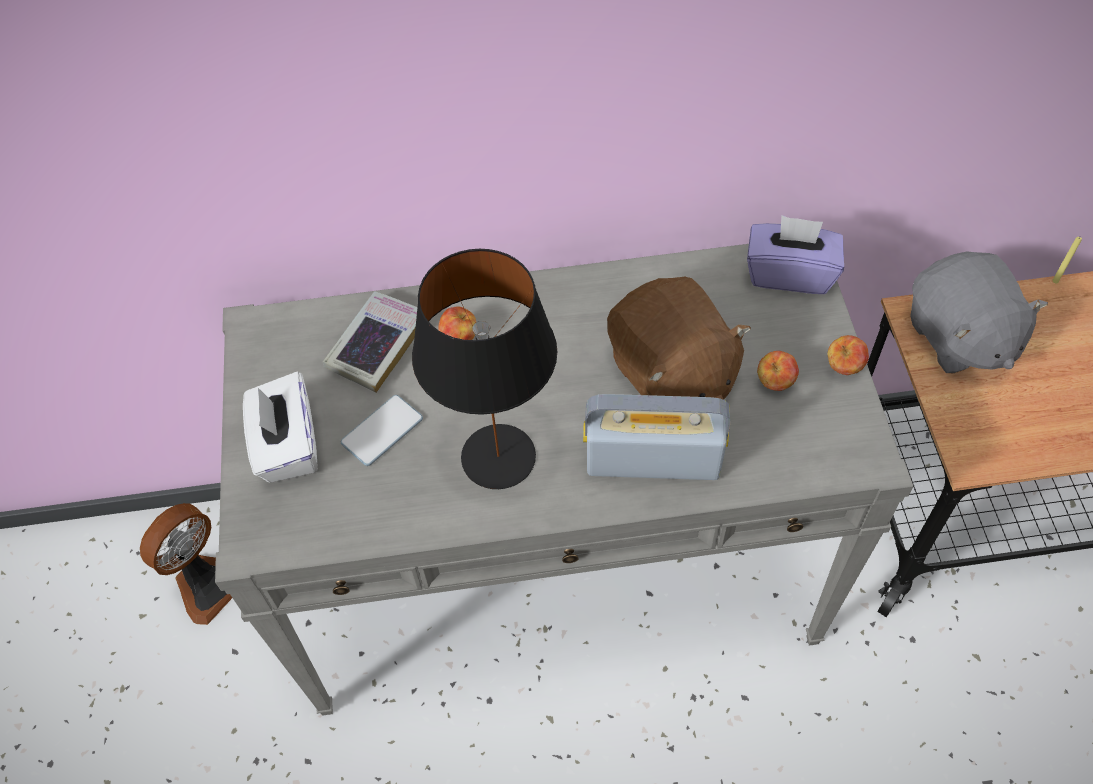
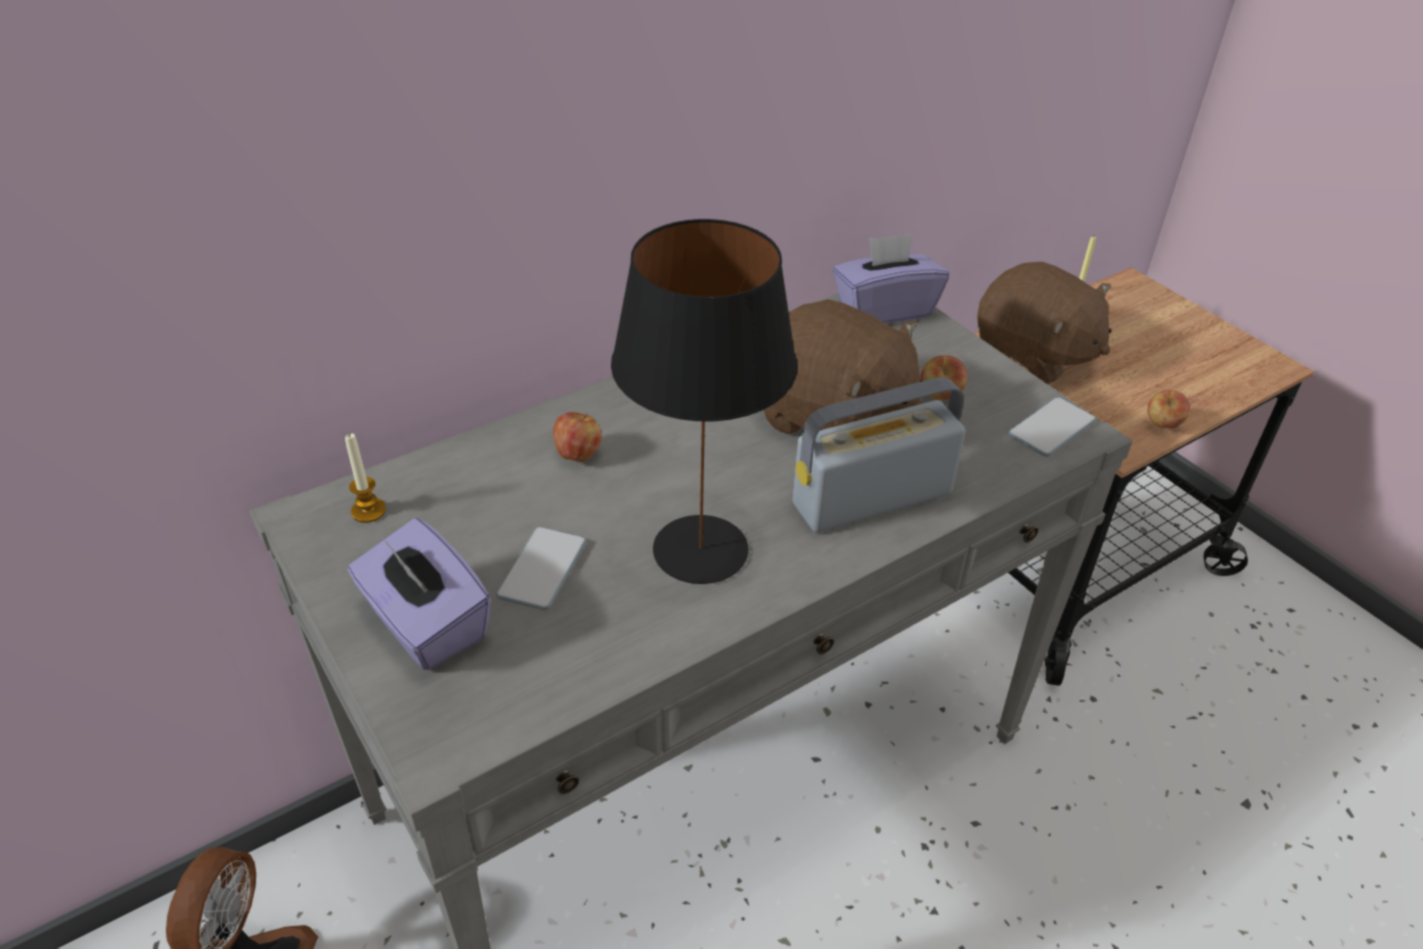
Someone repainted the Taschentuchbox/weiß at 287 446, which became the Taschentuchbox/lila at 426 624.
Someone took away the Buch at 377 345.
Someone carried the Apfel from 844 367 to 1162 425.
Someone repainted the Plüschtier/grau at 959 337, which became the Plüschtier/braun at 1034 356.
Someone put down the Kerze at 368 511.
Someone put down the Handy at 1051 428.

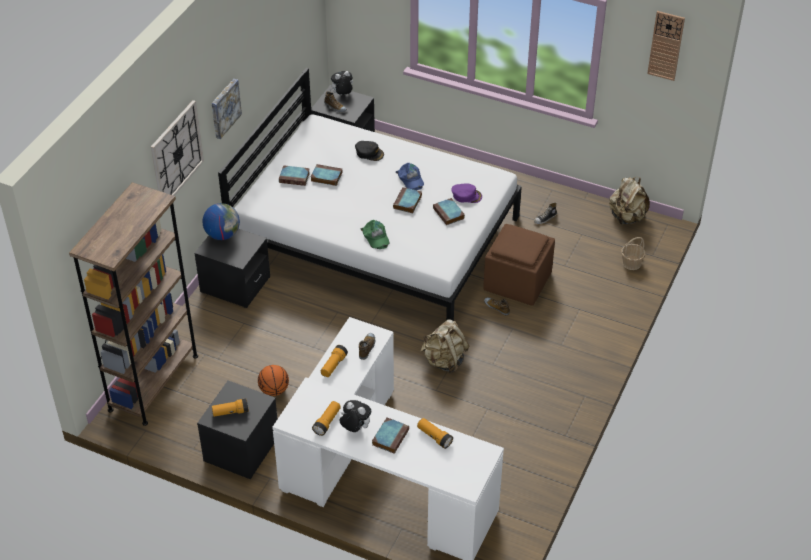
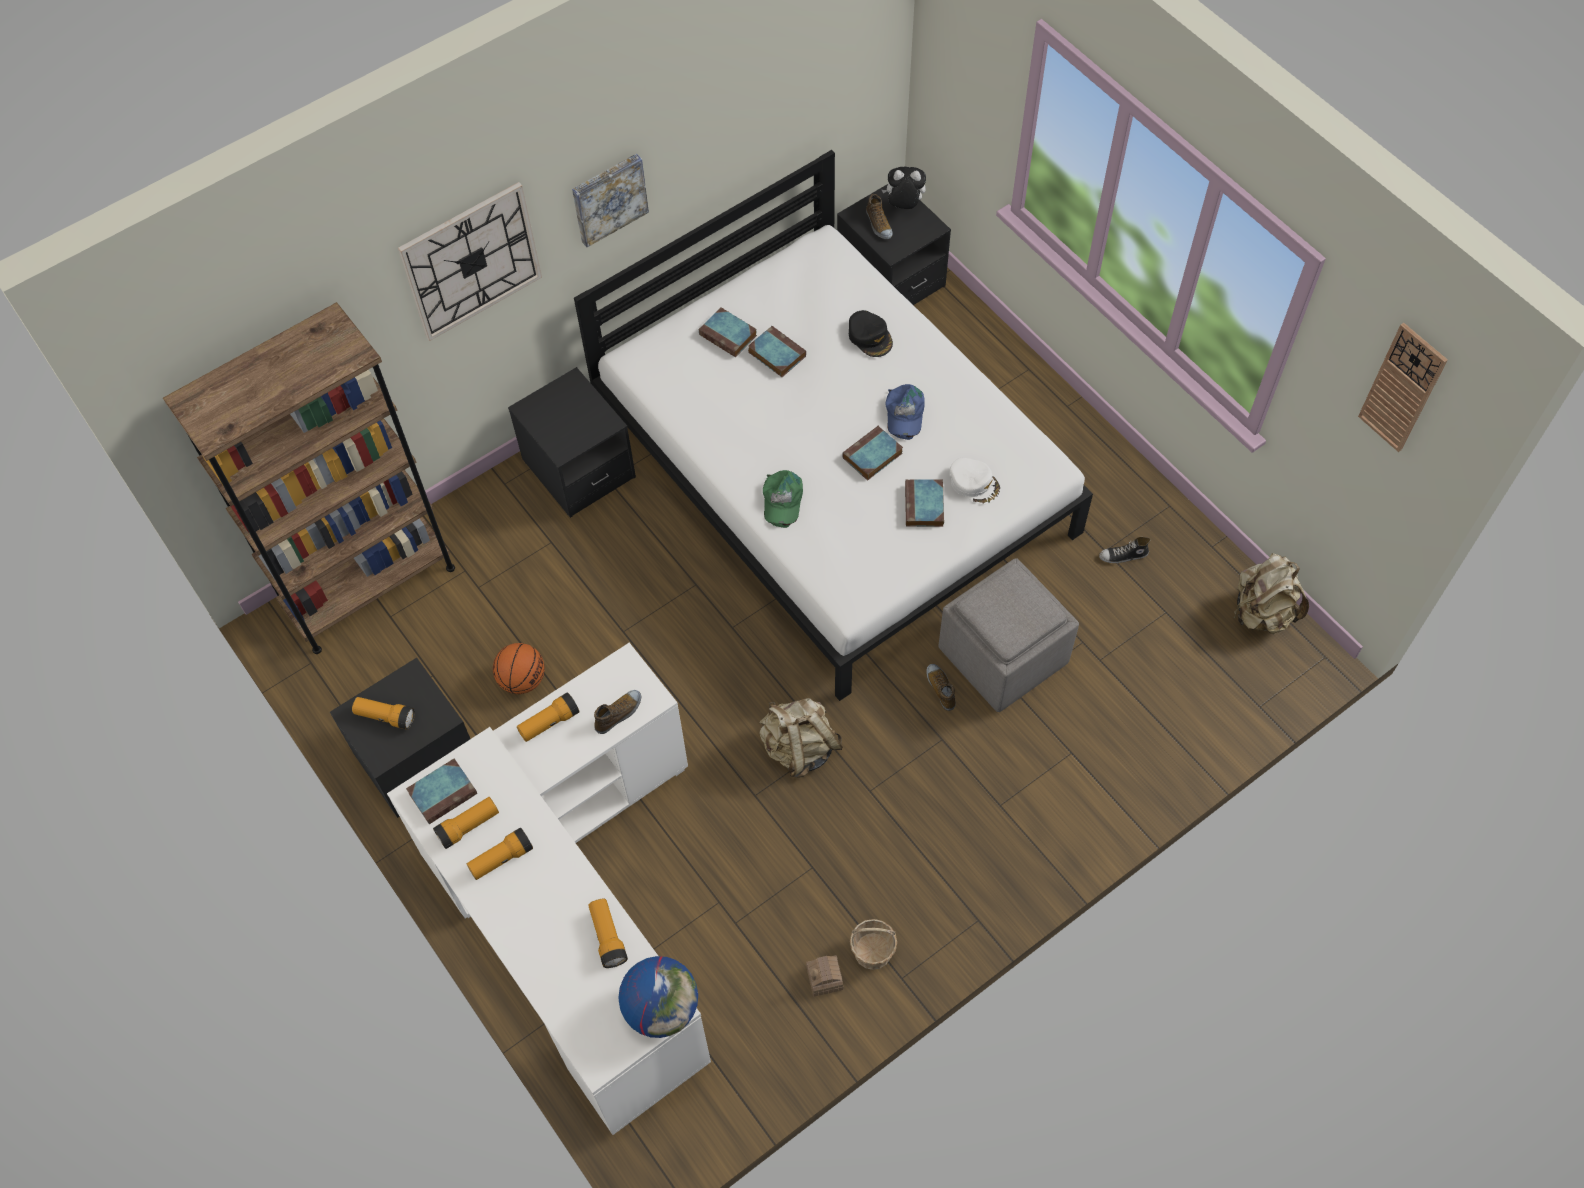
Someone carried the Globus from 222 234 to 662 1007.
Someone swapped the Plüschtier at 355 428 for the Taschenlampe at 501 859.
Someone carried the Buch from 390 436 to 444 792.
Someone repainted the Kappe/lila at 466 195, which became the Kappe/weiß at 974 483.
Someone repainted the Polsterhocker/braun at 517 281, which became the Polsterhocker/grau at 1003 655.
Someone carried the Korb from 631 263 to 873 951.
Someone put down the Spielzeughaus at 824 978.

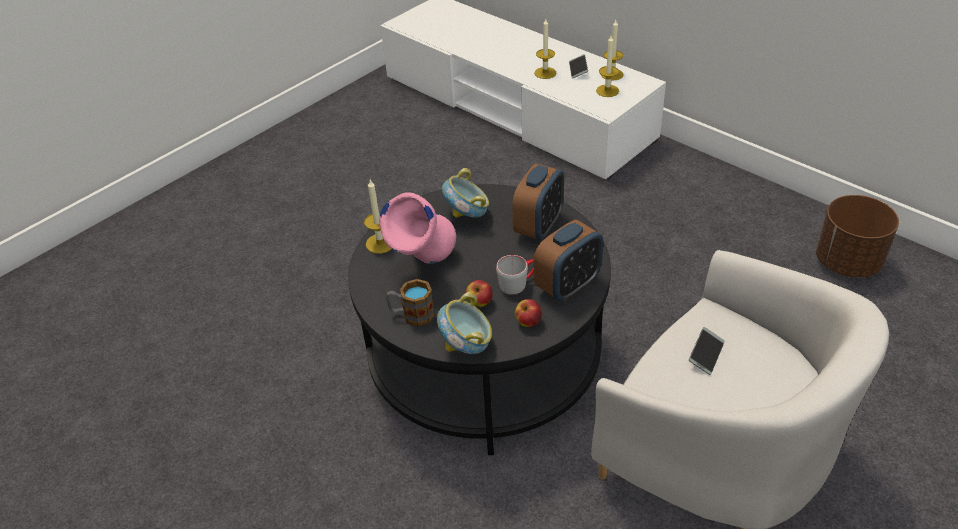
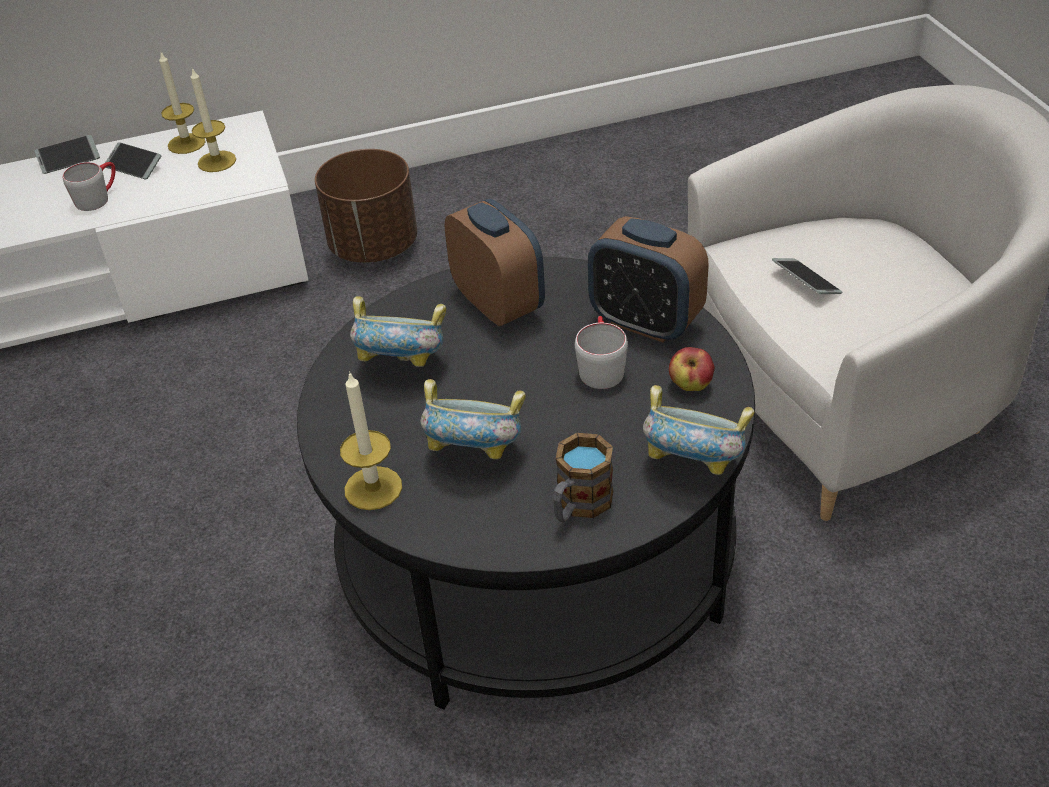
Someone swapped the Vase/rosa at 423 266 for the Schüssel at 476 454.
Someone took away the Apfel at 479 302.
Someone swapped the Kerze at 545 73 for the Henkelbecher/grau at 98 197.
Someone rotated the Wecker at 568 285 by 135 degrees clockwise.
Someone carried the Pflanzkübel/braun from 846 262 to 373 247.
Someone put down the Handy at 69 160.

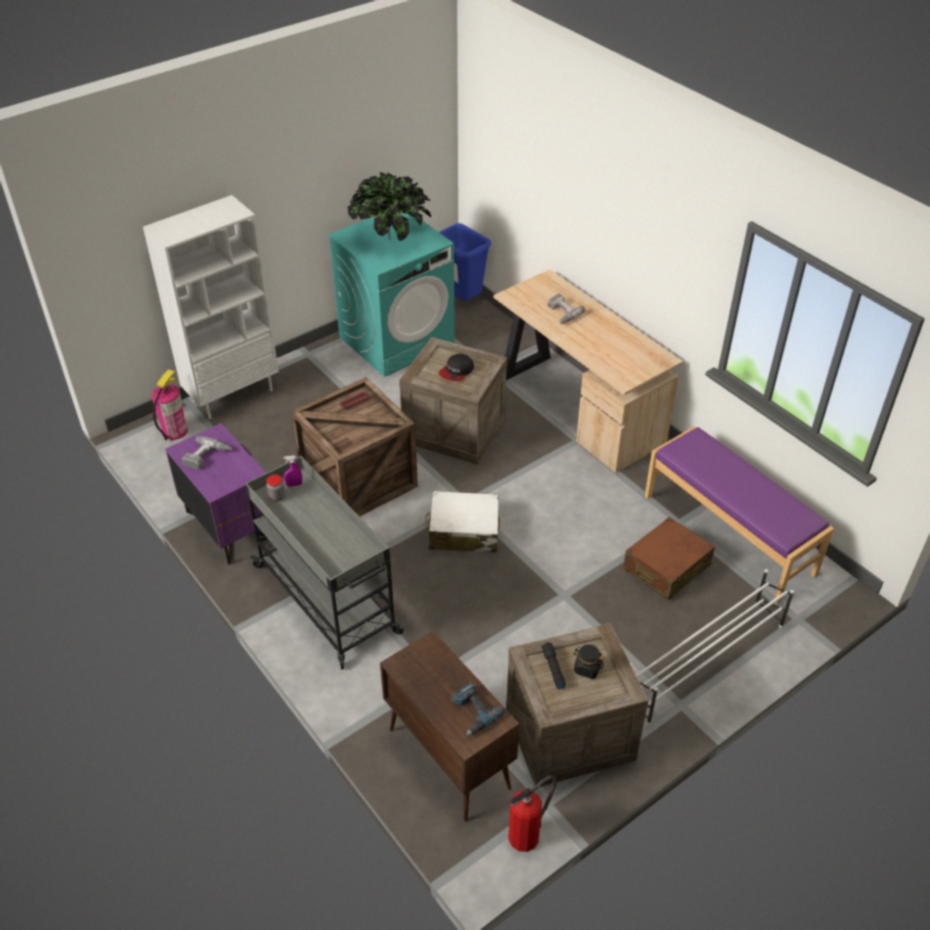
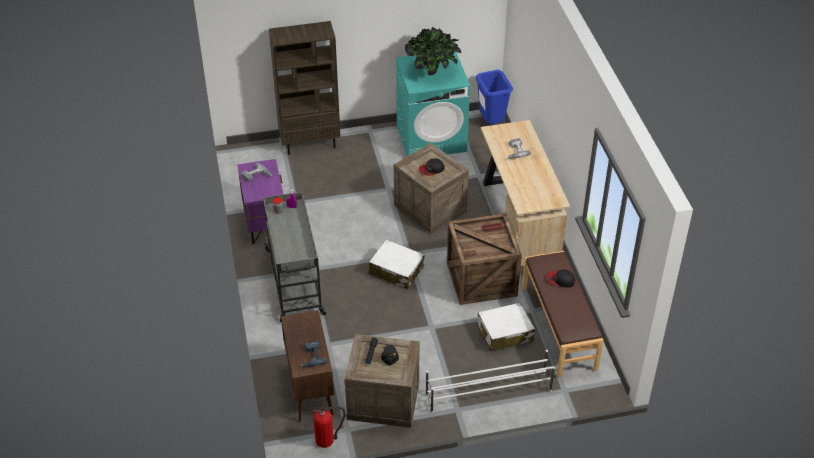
Someone repainted the Bücherregal/weiß at 233 395, which became the Bücherregal/braun at 310 143.
Someone took away the Feuerlöscher at 174 431.
Someone carried the Kiste from 359 479 to 482 278.
Someone repainted the Koffer/braun at 666 568, which became the Koffer/weiß at 504 333.
Someone repainted the Bank/lila at 729 533, which became the Bank/braun at 559 327.
Someone put down the Kappe at 560 280.

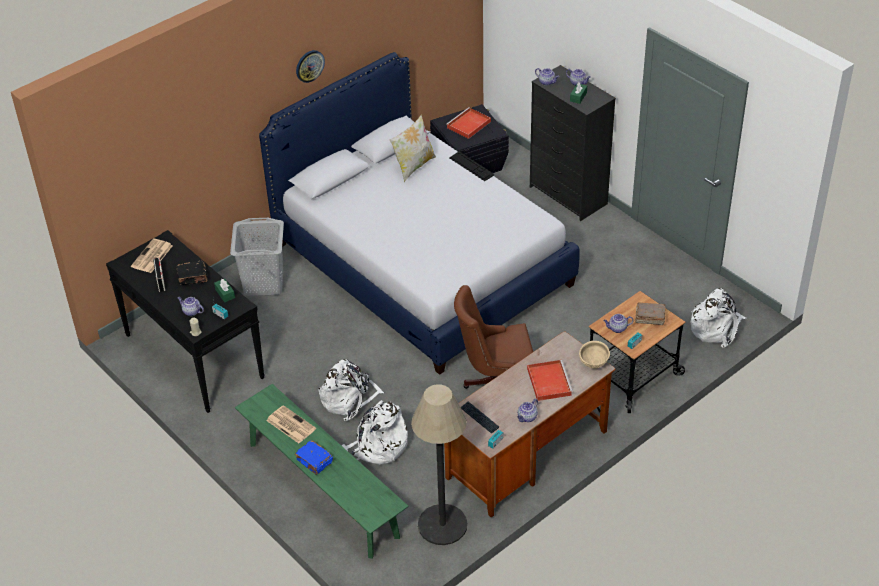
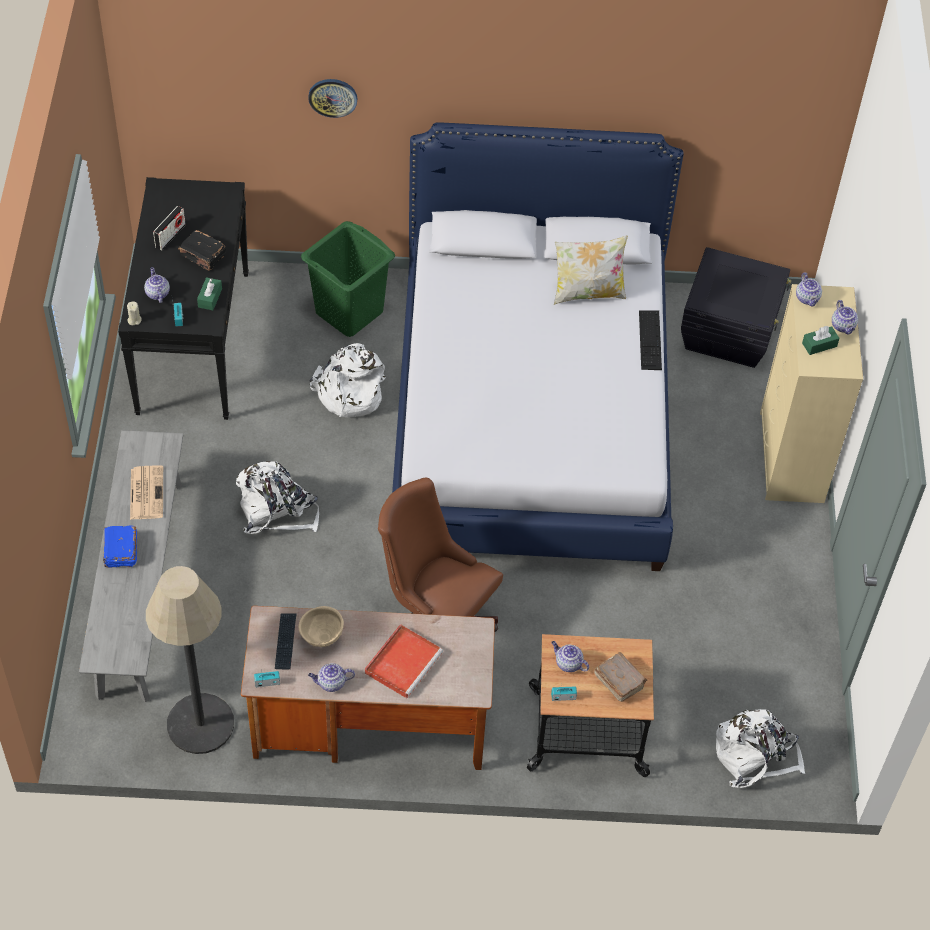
Someone took away the Zeitung at 152 257.
Someone repainted the Wäschekorb/grau at 264 283, which became the Wäschekorb/grün at 350 312.
Someone repainted the Bank/grün at 322 489, which became the Bank/grau at 140 587.
Someone carried the Wanduhr from 309 66 to 333 97.
Someone carried the Rucksack/weiß from 378 447 to 348 393.
Someone took away the Tablett/rot at 468 125.
Someone repainted the Kommode/schwarz at 568 196, which became the Kommode/beige at 791 458.
Someone carried the Schüssel/beige from 593 364 to 321 638.

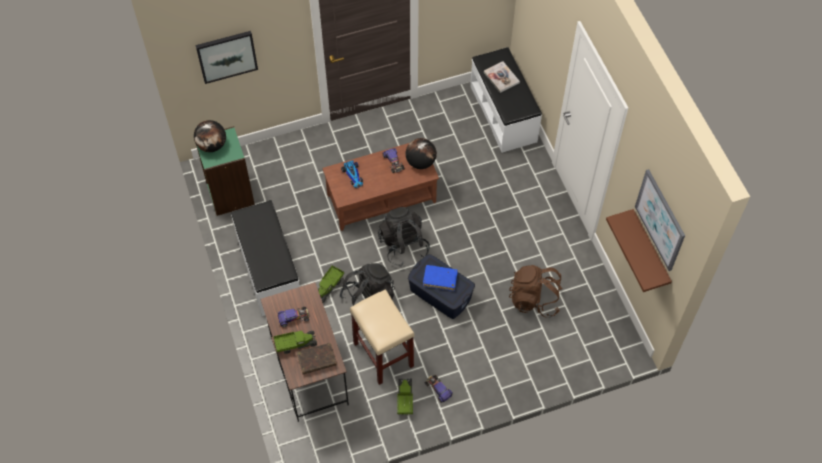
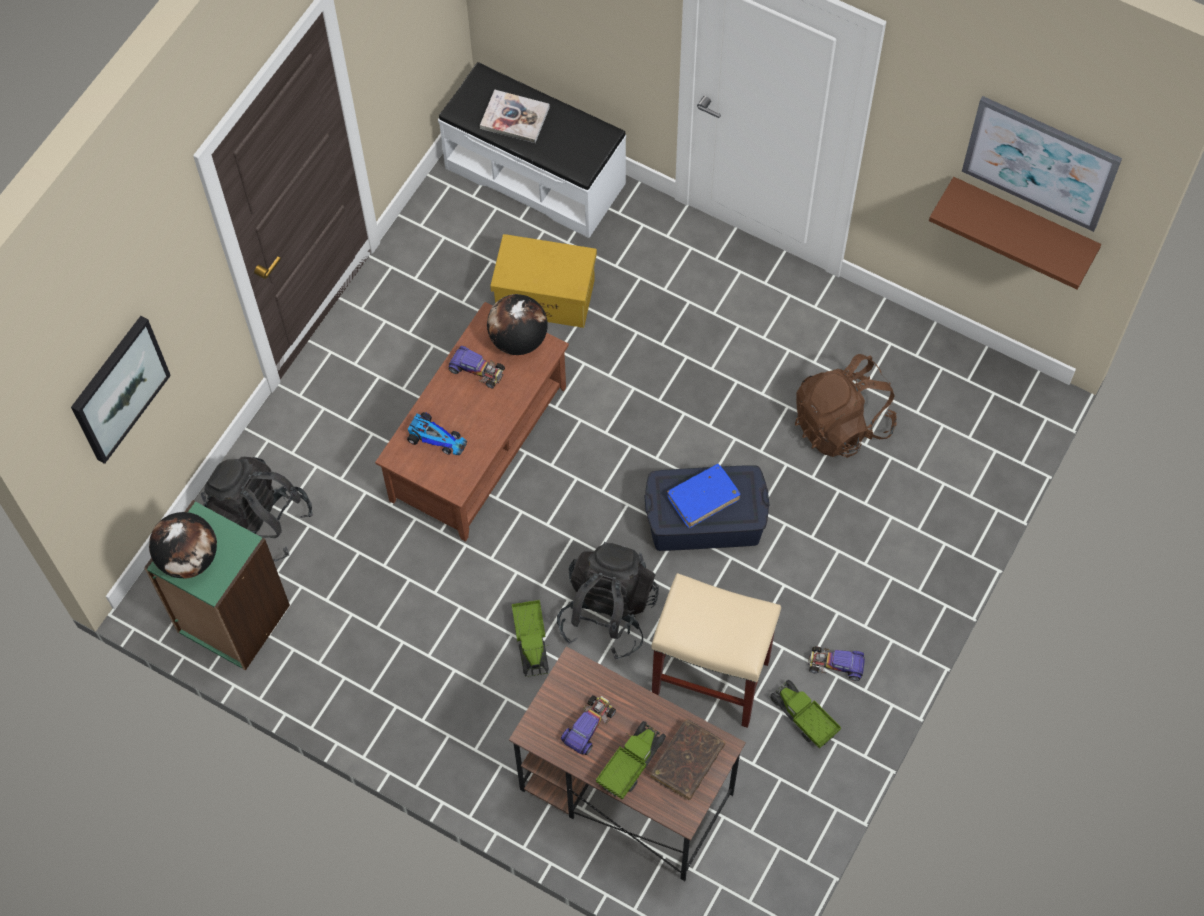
Someone took away the Bank/weiß at 268 270.
Someone carried the Rucksack/schwarz from 403 245 to 260 522.
Someone put down the Aufbewahrungsbox/gelb at 546 296.

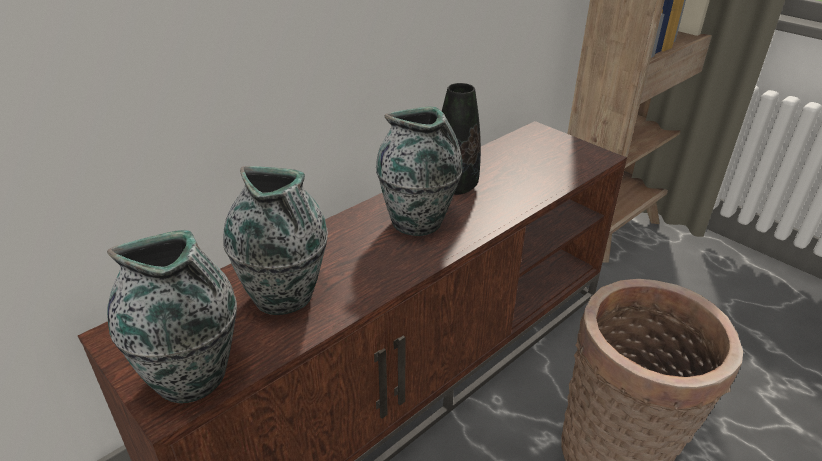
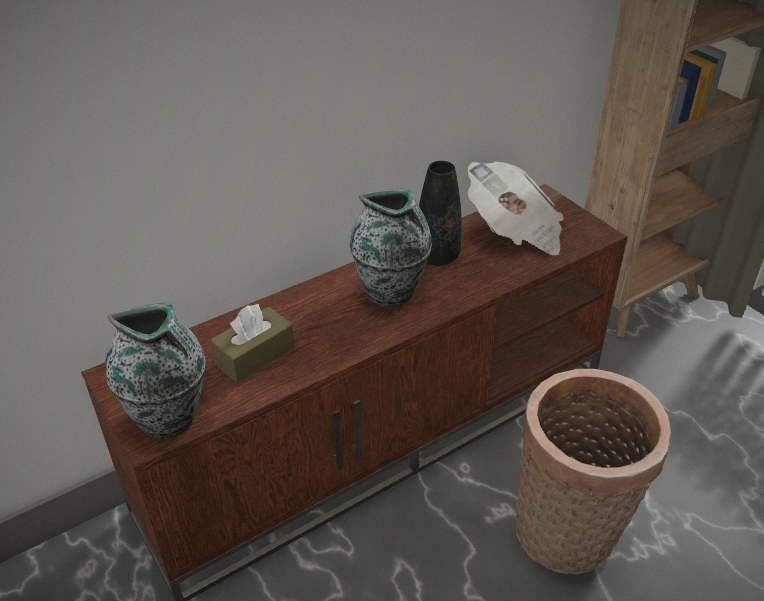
Someone swapped the Vase at 285 296 for the Taschentuchbox/braun at 254 355.
Someone put down the Zeitung at 515 231.

